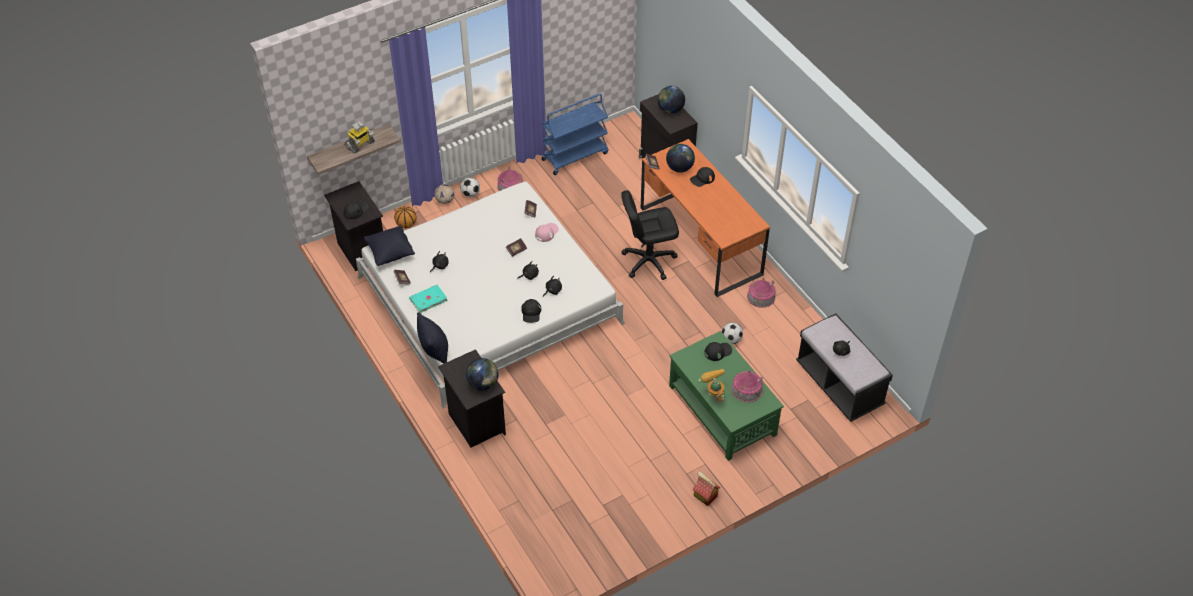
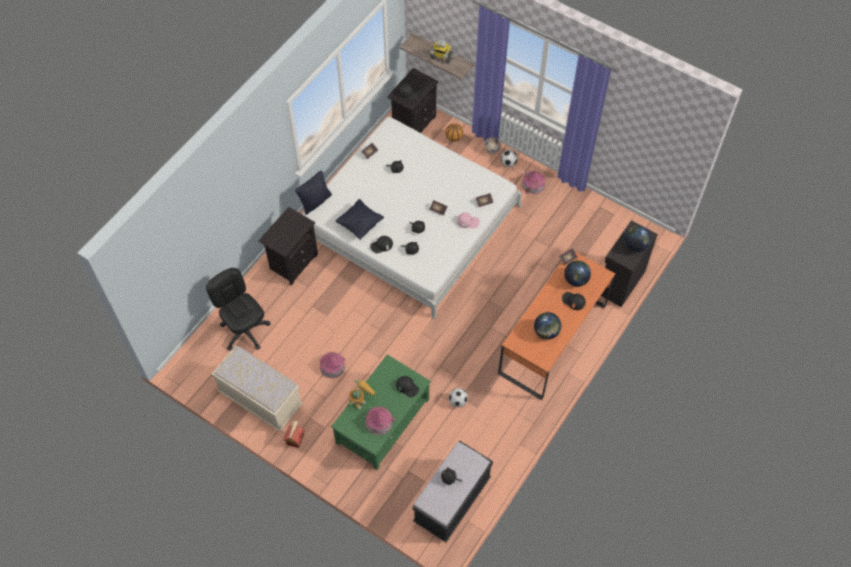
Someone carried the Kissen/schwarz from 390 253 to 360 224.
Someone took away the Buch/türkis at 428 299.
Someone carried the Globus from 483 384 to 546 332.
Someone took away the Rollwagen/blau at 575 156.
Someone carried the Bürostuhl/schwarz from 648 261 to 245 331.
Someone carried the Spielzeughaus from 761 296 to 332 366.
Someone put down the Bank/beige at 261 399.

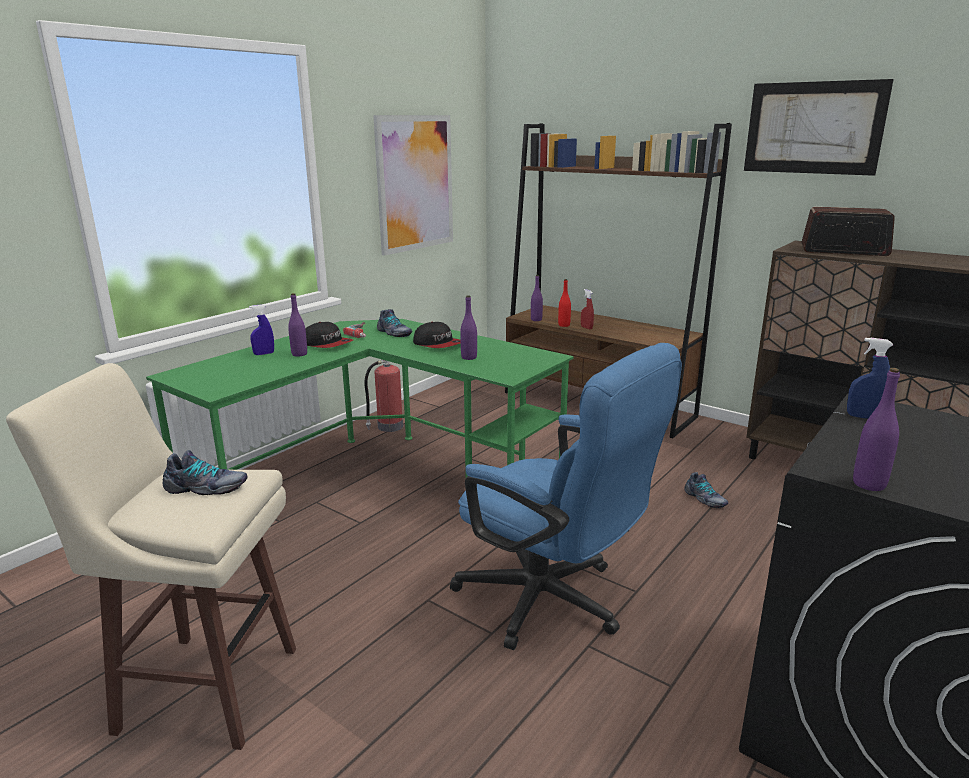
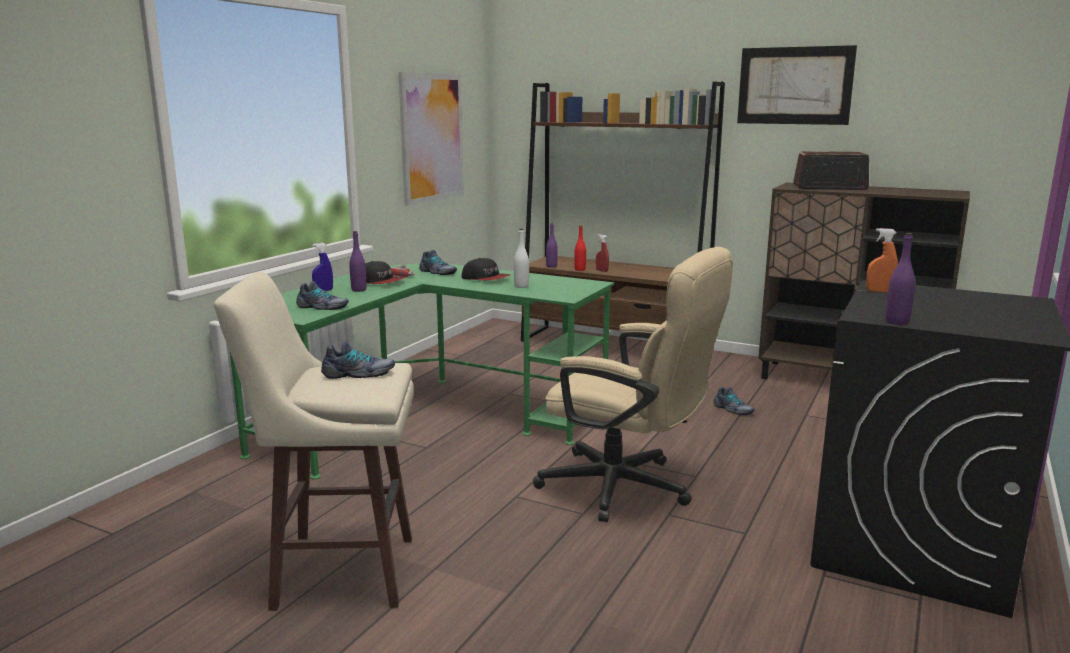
Someone took away the Feuerlöscher at 389 427.
Someone repainted the Bürostuhl/blau at 553 603, which became the Bürostuhl/beige at 628 489.
Someone repainted the Flasche/lila at 469 357, which became the Flasche/weiß at 521 286.
Someone repainted the Sprühflasche/blau at 864 417, which became the Sprühflasche/orange at 879 291.
Someone put down the Schuh at 322 307.

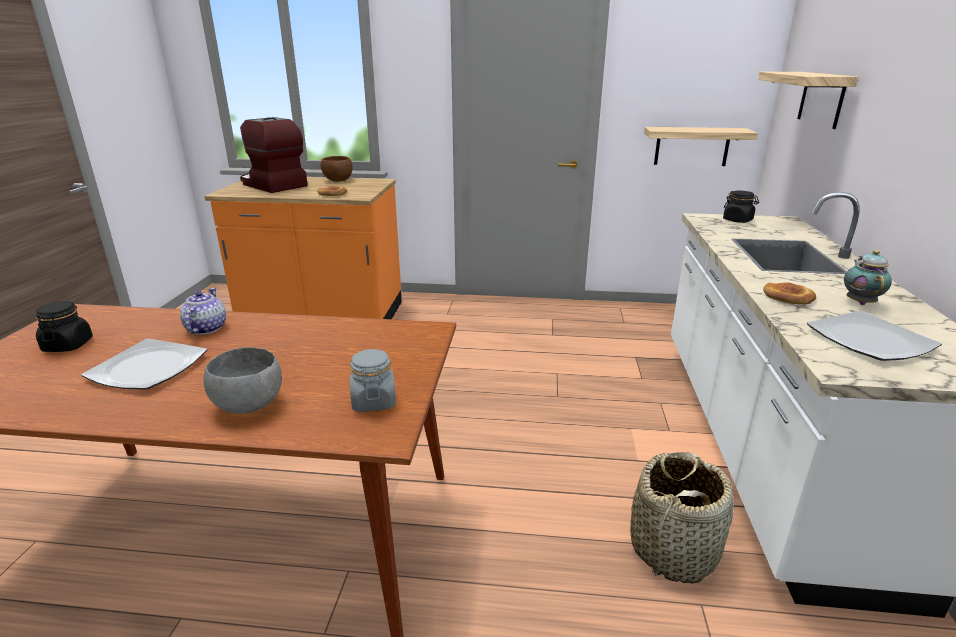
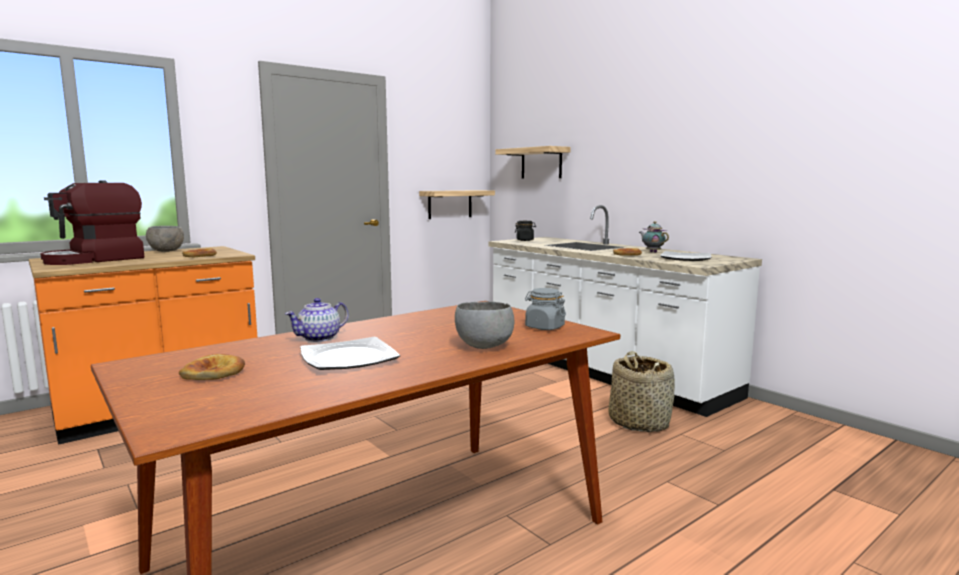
Someone swapped the Vorratsglas/schwarz at 68 345 for the Brot at 214 373.
Someone rotated the Teekanne at 205 328 by 90 degrees counterclockwise.
Someone rotated the Kaffeemaschine at 272 185 by 45 degrees counterclockwise.
Someone repainted the Schüssel/braun at 338 180, which became the Schüssel/grau at 167 251.

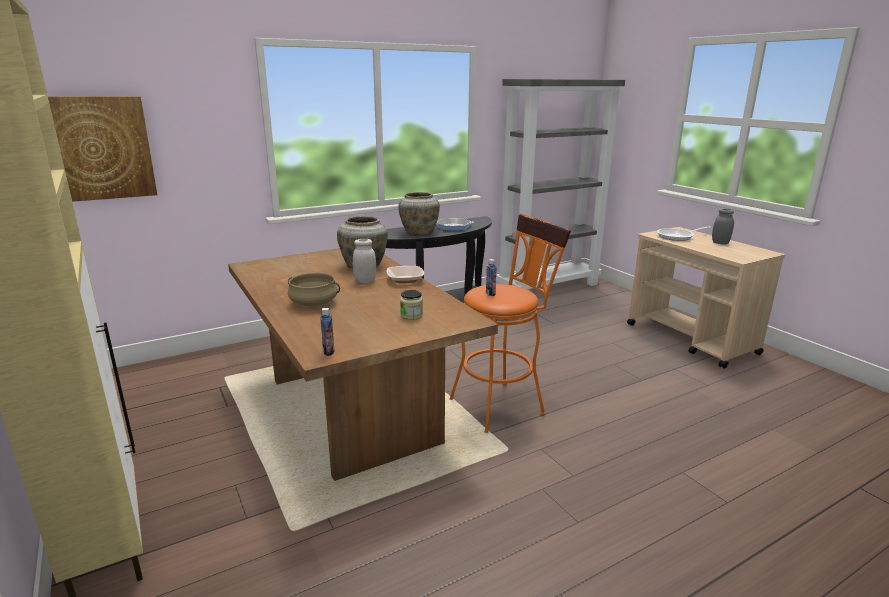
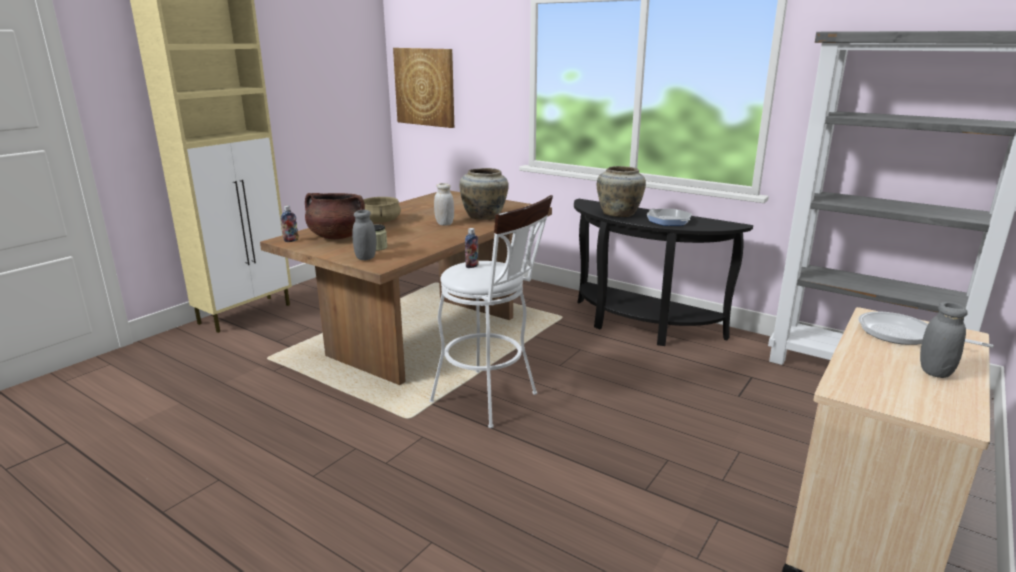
Someone took away the Schüssel at 405 279.
Someone repainted the Hocker/orange at 502 404, which became the Hocker/weiß at 491 400.
Someone put down the Kochtopf/braun at 337 237.
Someone put down the Vorratsglas/grau at 366 257.

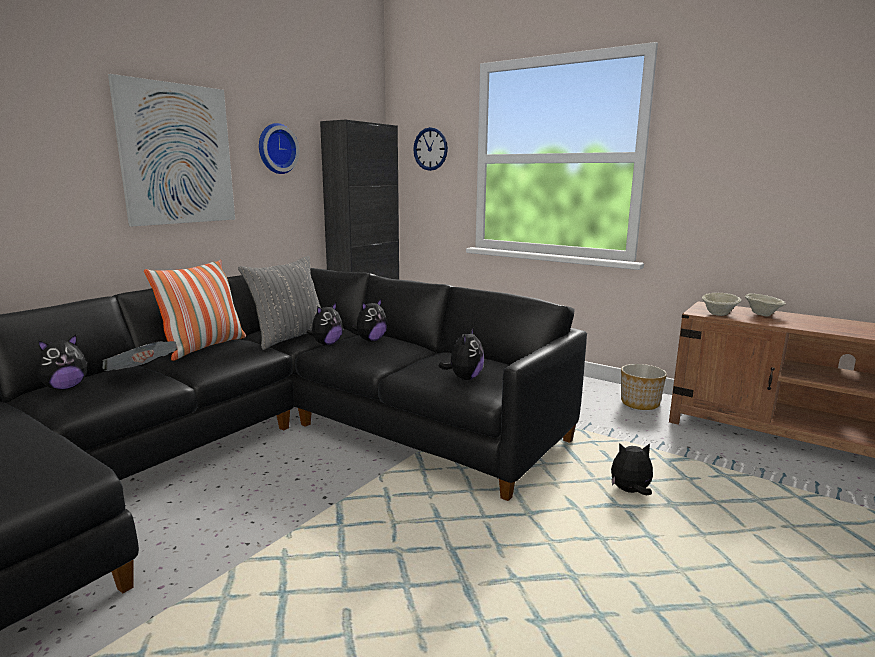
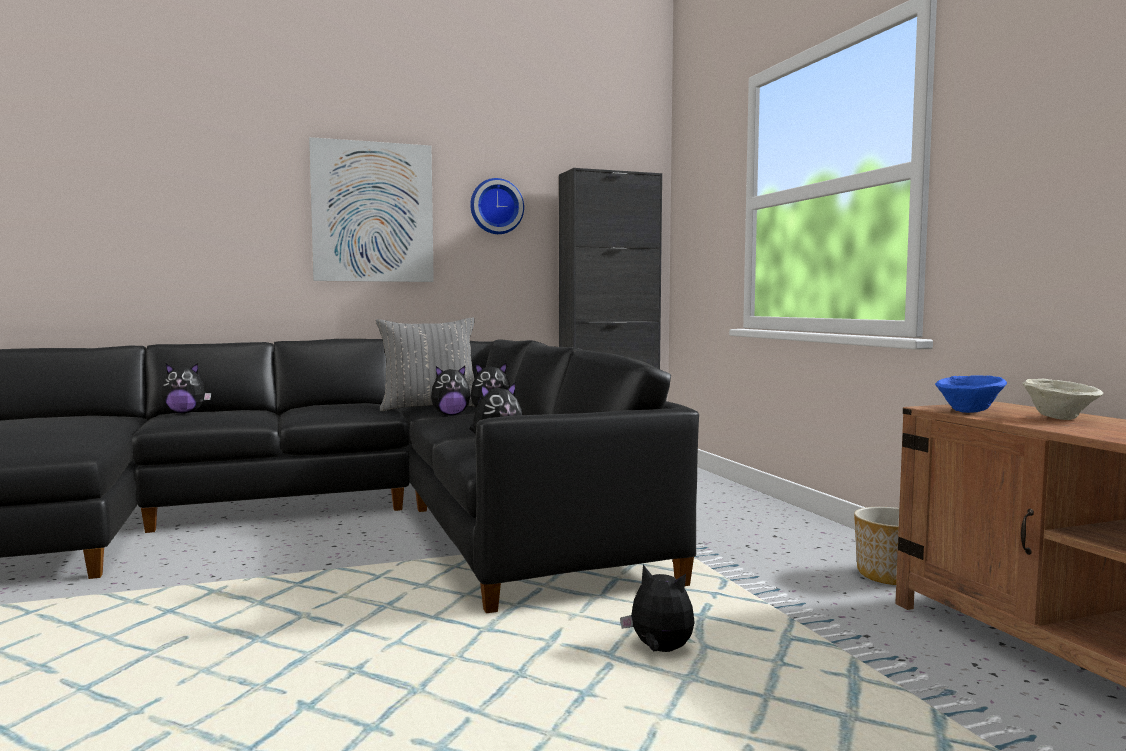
Someone took away the Zeitung at 142 375.
Someone took away the Kissen at 204 347.
Someone took away the Wanduhr at 430 149.
Someone repainted the Schüssel/beige at 719 314, which became the Schüssel/blau at 970 411.

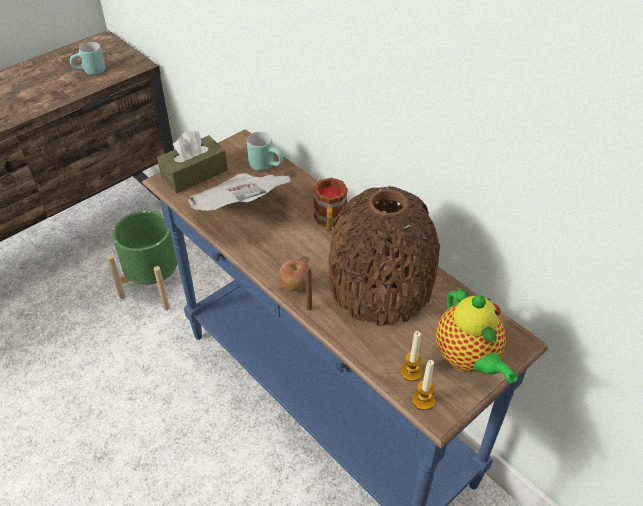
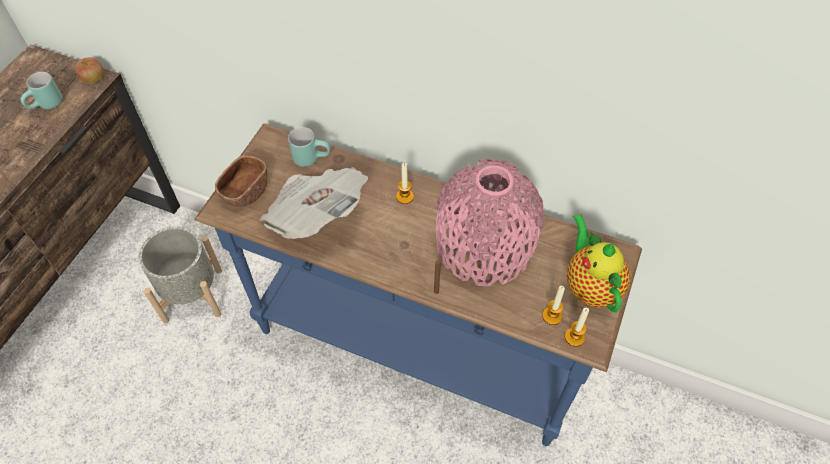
Someone repainted the Pflanzkübel/grün at 155 285, which became the Pflanzkübel/grau at 192 295.
Someone swapped the Taschentuchbox/braun at 194 174 for the Schüssel/braun at 245 192.
Someone carried the Apfel from 295 286 to 94 80.
Someone swapped the Henkelbecher at 329 221 for the Kerze at 404 197.
Someone repainted the Vase/braun at 380 286, which became the Vase/rosa at 484 245.
Someone rotated the Teekanne at 468 360 by 150 degrees counterclockwise.

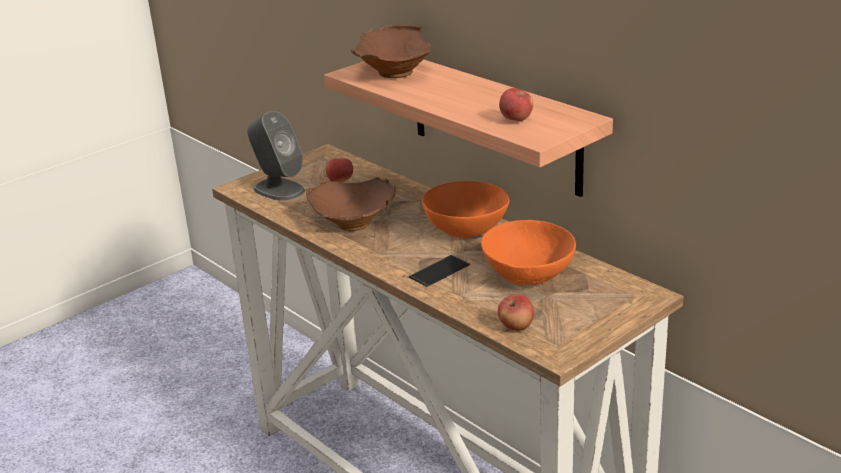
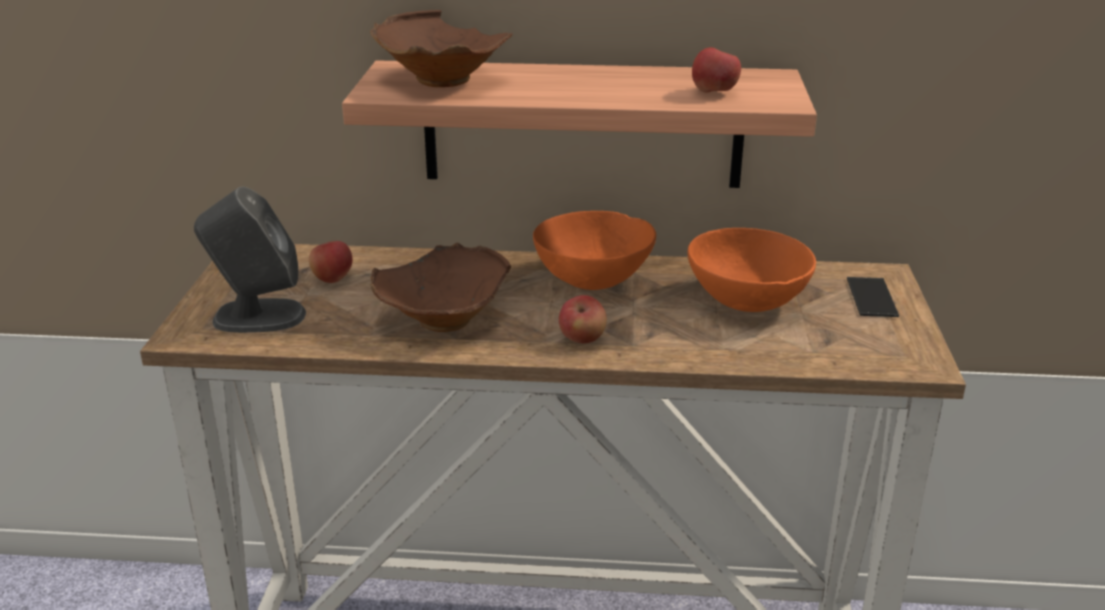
Someone carried the Handy from 439 271 to 871 297.
Someone carried the Apfel from 516 327 to 582 339.

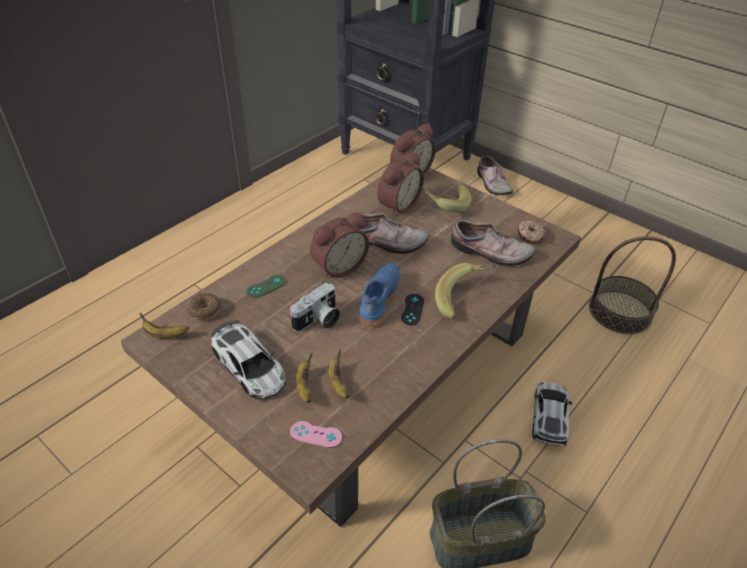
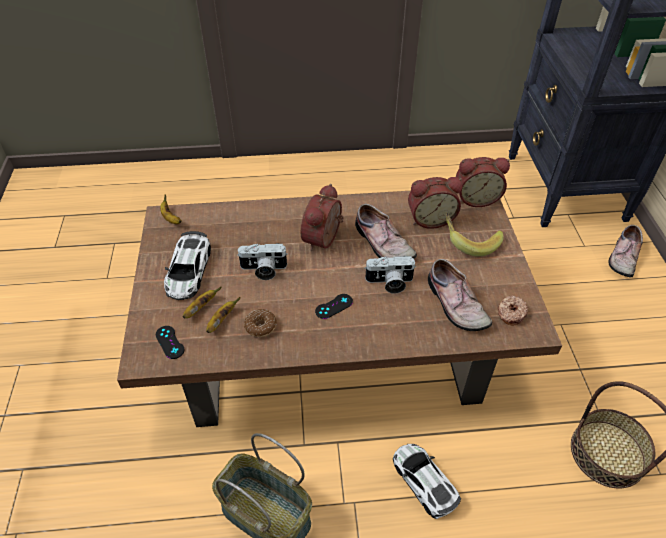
Someone carried the Donut from 205 310 to 261 326.
Someone took away the Gamepad/grün at 266 286.
Someone repainted the Gamepad/rosa at 316 434, which became the Gamepad/schwarz at 170 342.
Someone rotated the Wecker at 338 266 by 105 degrees clockwise.
Someone took away the Schuh/blau at 378 299.
Someone took away the Banane at 464 300.
Someone rotated the Spielzeugauto at 549 416 by 90 degrees counterclockwise.
Someone put down the Kamera at 389 283.

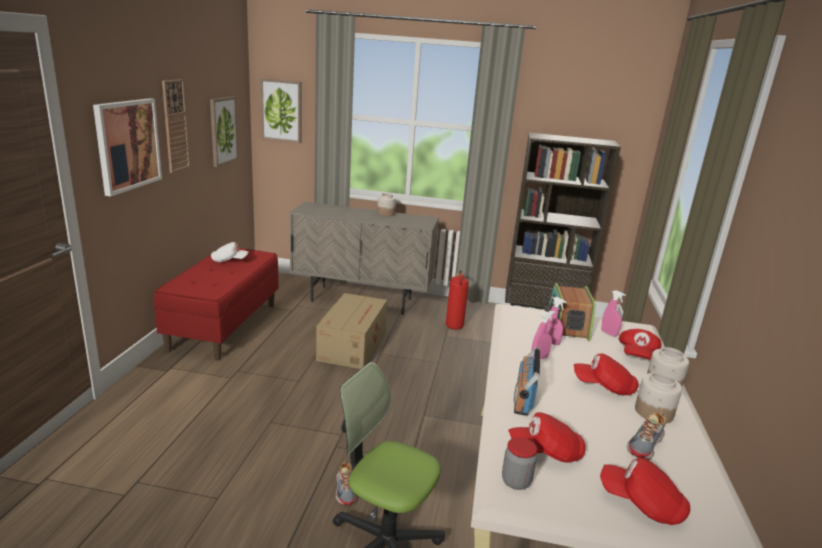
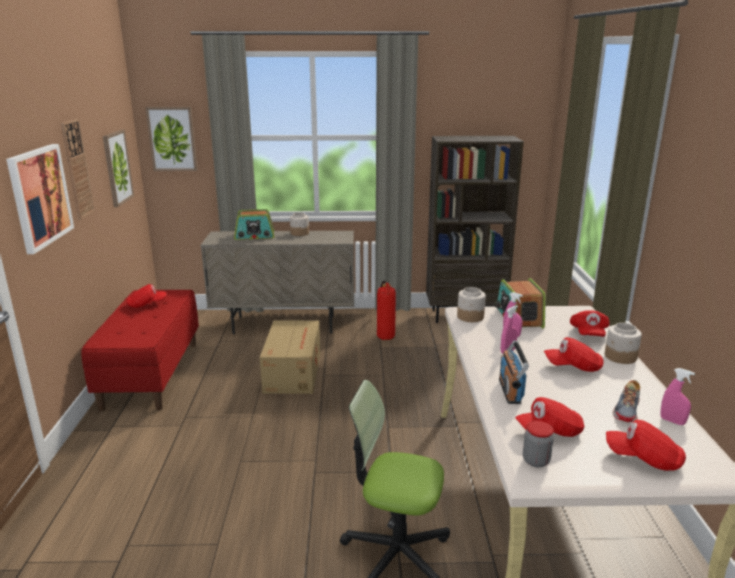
Someone repainted the Kappe/weiß at 229 260, which became the Kappe/rot at 147 304.
Someone took away the Schuh at 345 489.
Someone carried the Sprühflasche/rosa from 609 333 to 672 421.
Someone carried the Vorratsglas from 653 412 to 470 317.
Someone put down the Radio at 254 236.

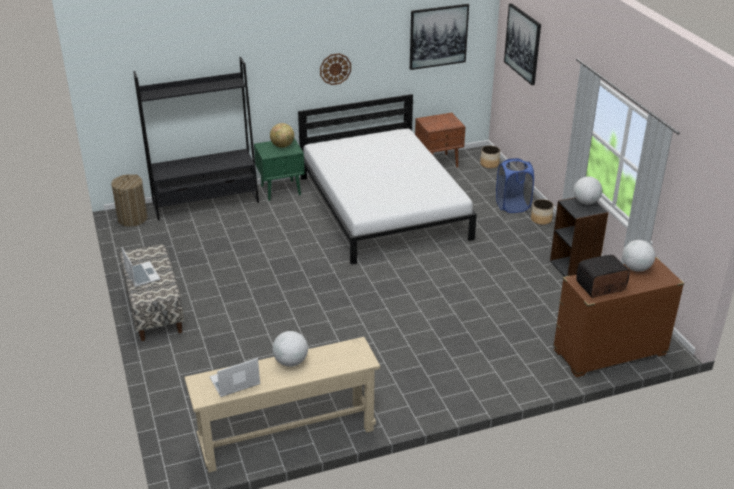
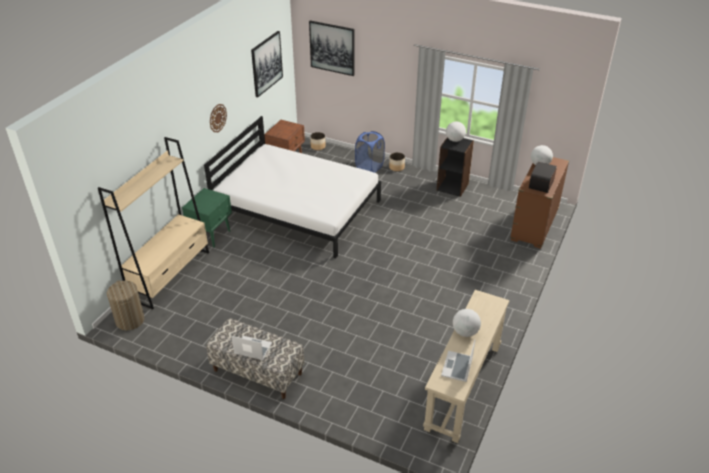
Someone repainted the Bücherregal/schwarz at 206 203, which became the Bücherregal/beige at 170 275.
Someone took away the Globus at 282 146.

